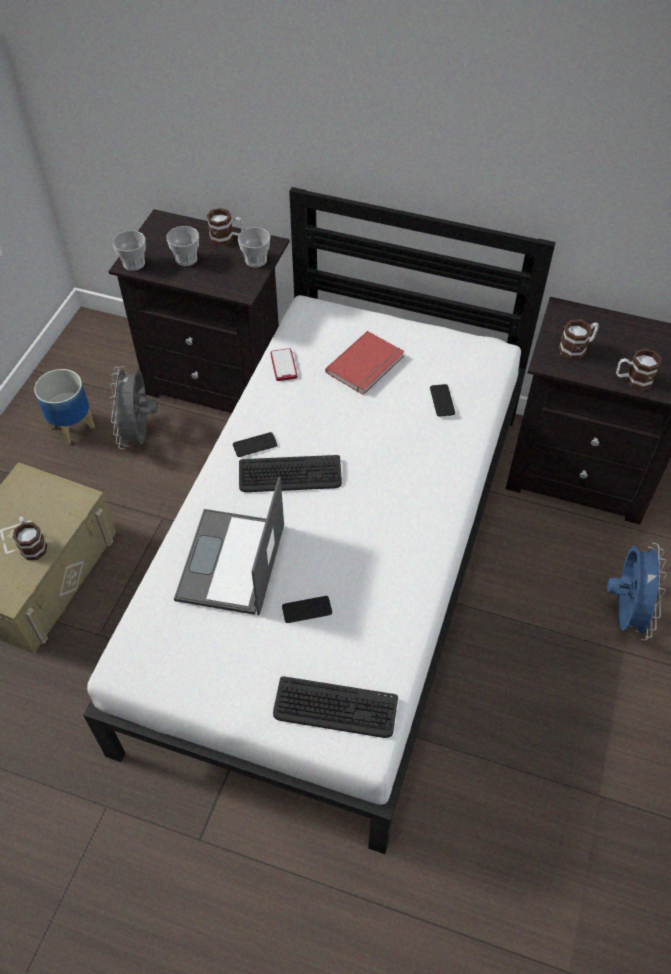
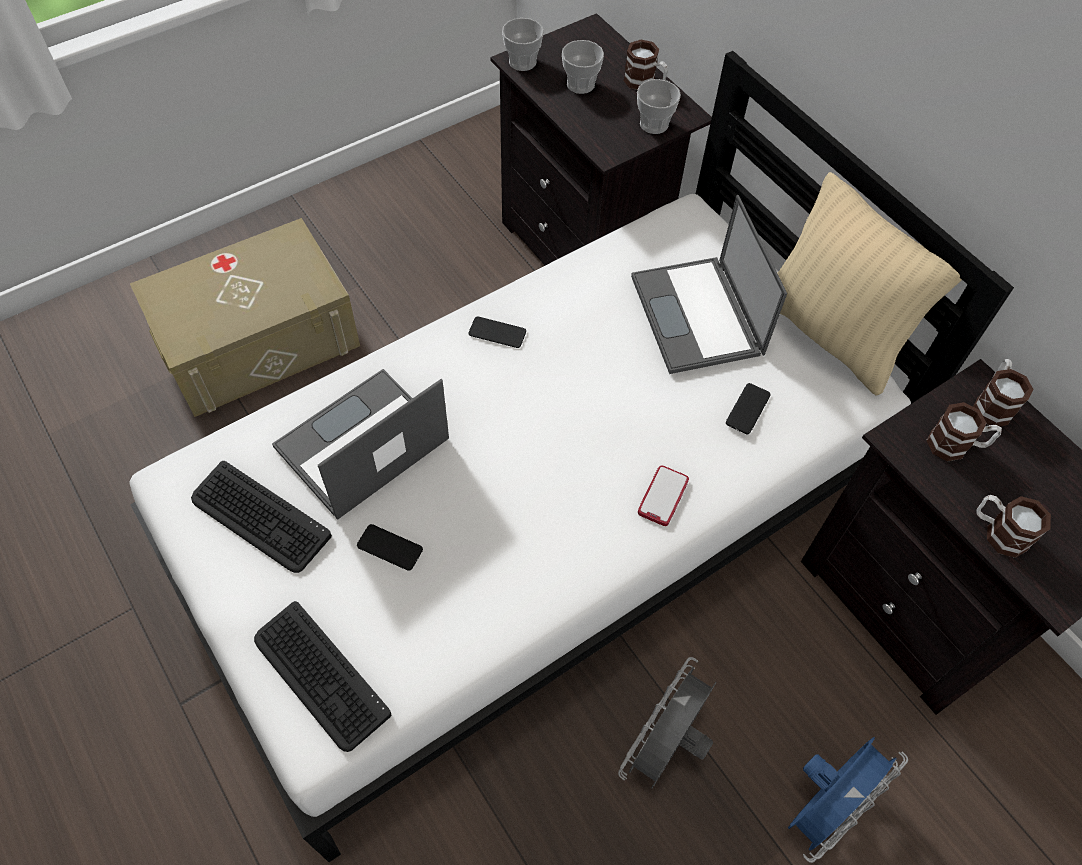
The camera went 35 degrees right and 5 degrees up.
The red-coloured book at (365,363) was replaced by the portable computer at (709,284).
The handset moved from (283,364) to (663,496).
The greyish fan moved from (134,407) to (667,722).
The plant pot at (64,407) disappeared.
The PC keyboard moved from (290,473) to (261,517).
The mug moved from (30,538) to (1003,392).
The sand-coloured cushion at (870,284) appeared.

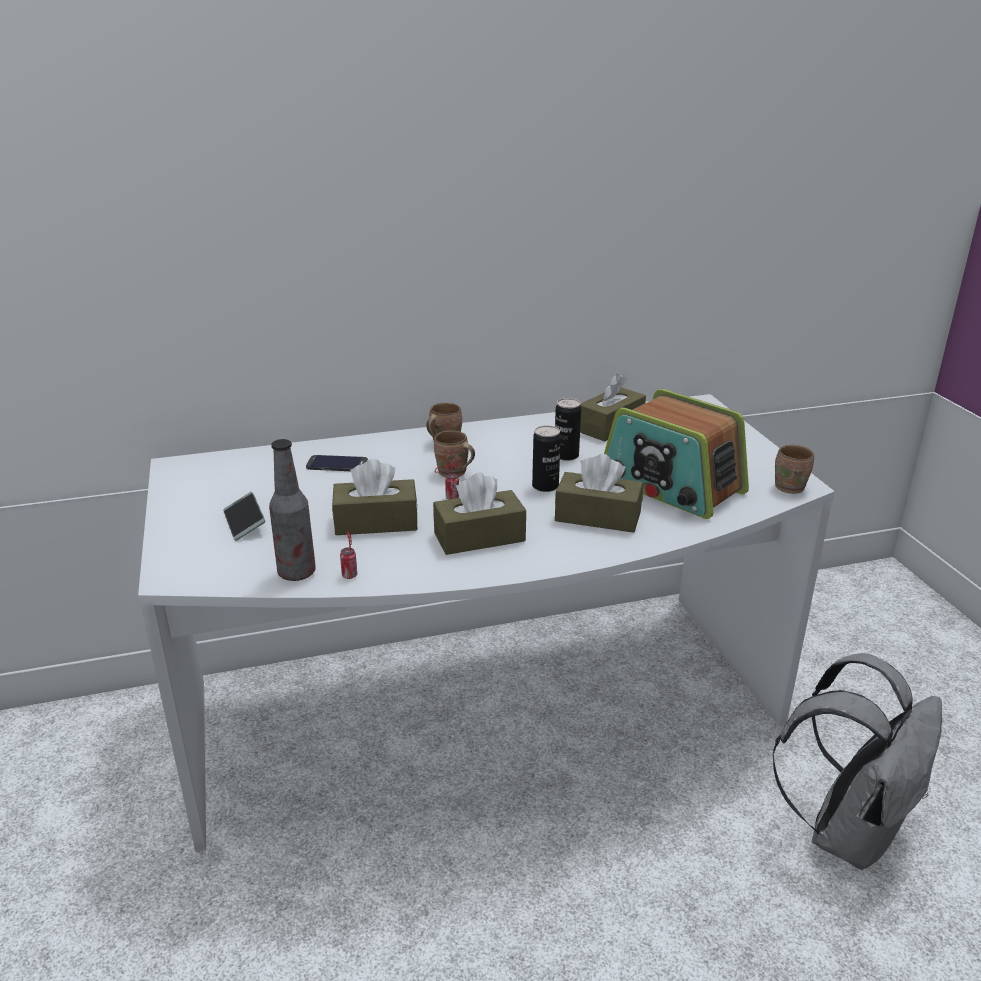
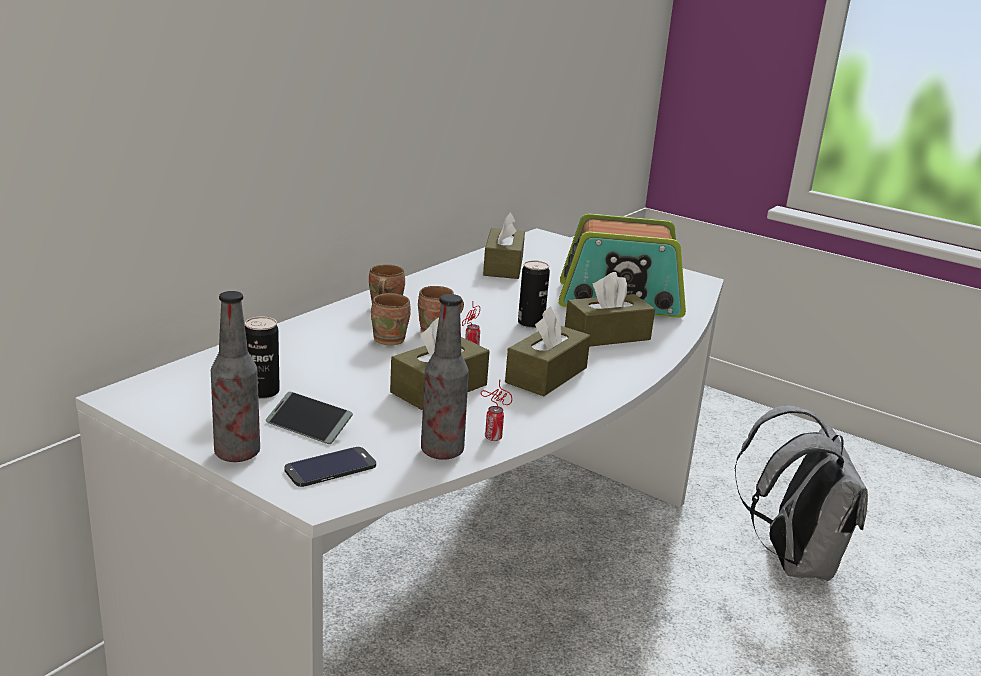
The camera went 40 degrees left and 5 degrees down.
The can moved from (568,429) to (262,358).
The brown-coloured mug moved from (794,469) to (391,319).
The handset moved from (337,463) to (330,467).
The bottle at (235,376) appeared.

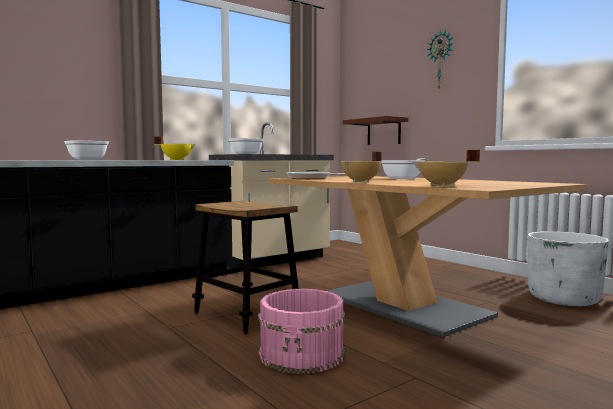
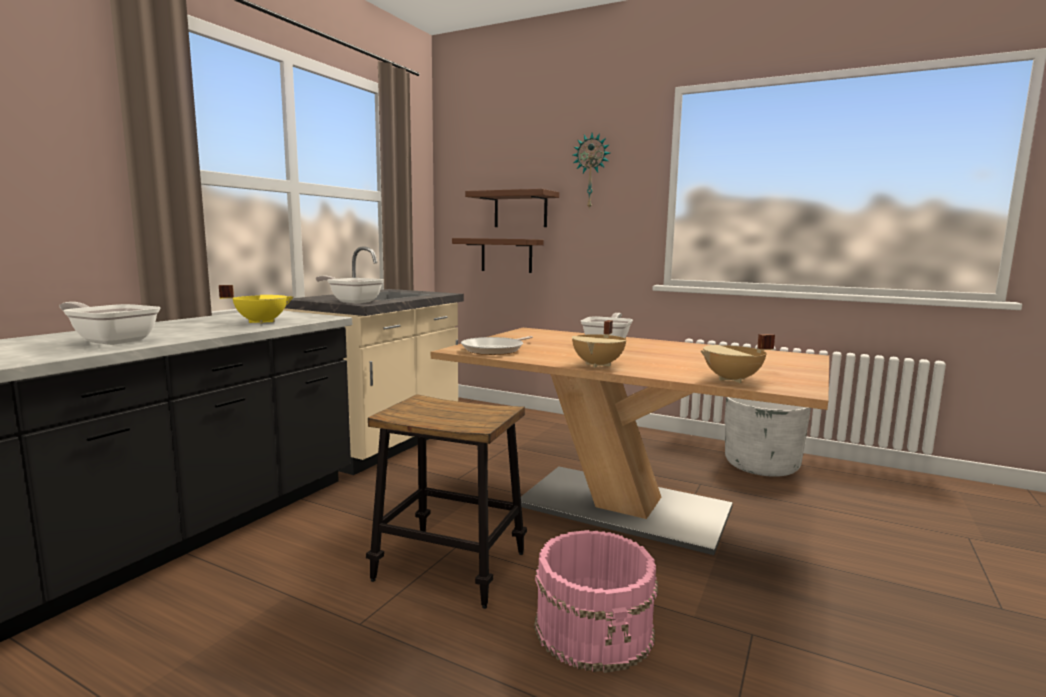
The camera went 25 degrees left and 5 degrees up.
The brown-coloured bracket shelf at (512,208) appeared.

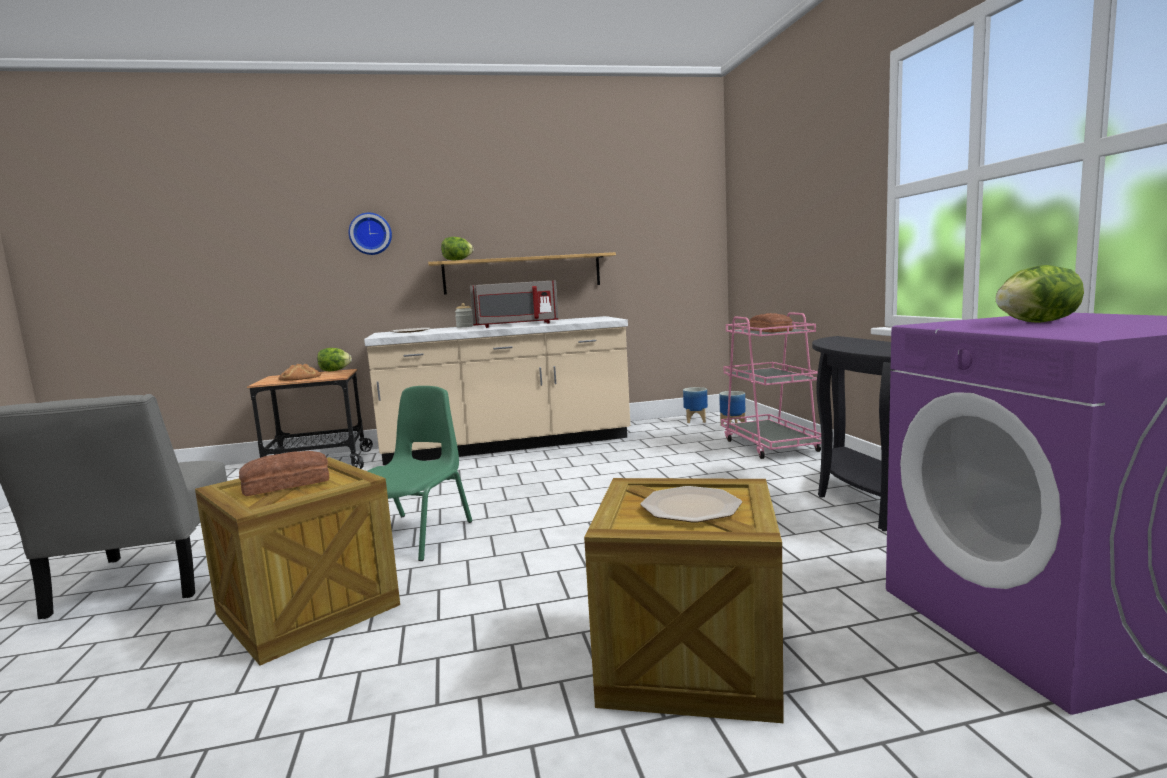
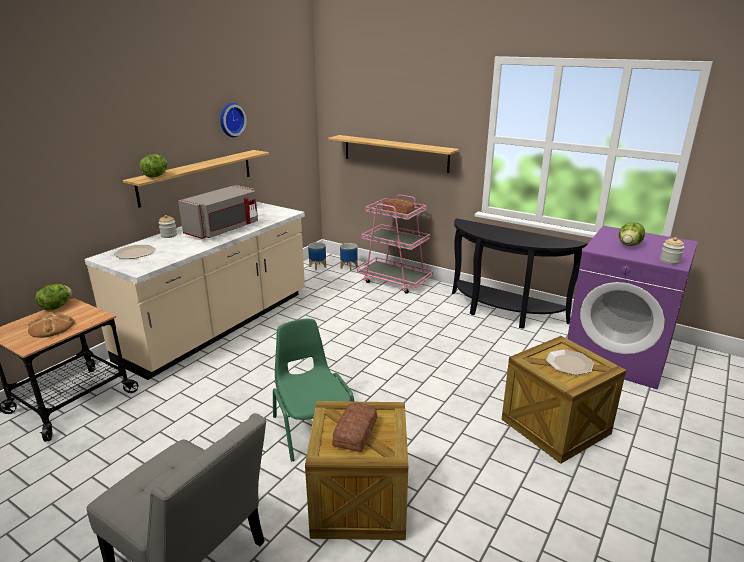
The camera went 45 degrees left and 15 degrees up.
The hanging clock moved from (370,234) to (233,120).
The bracket shelf at (393,154) appeared.
The storage jar at (672,251) appeared.

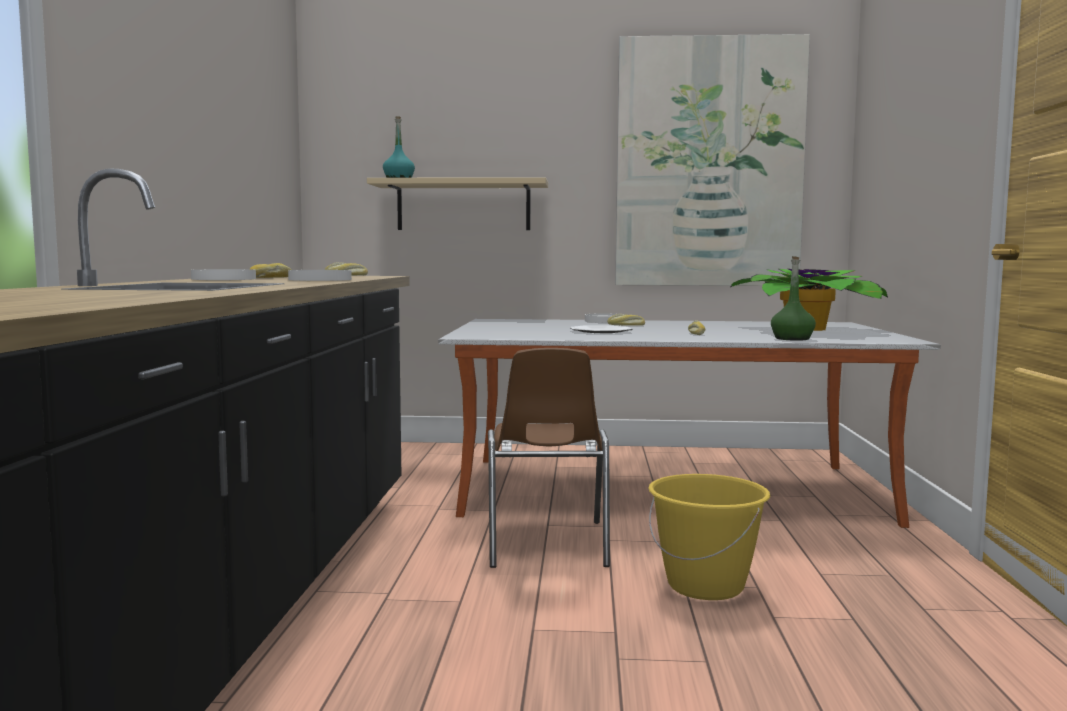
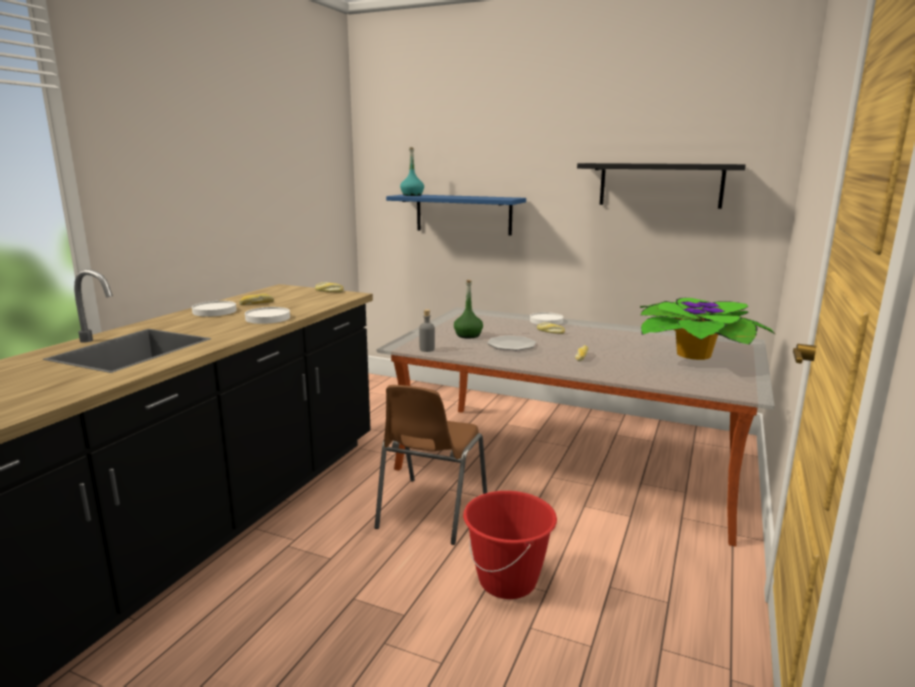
The camera went 20 degrees right and 10 degrees up.
The wall art at (712,160) was replaced by the blackish bracket shelf at (661,186).
The sand-coloured bracket shelf at (457,203) became the bluish bracket shelf at (456,215).
The green-coloured bottle moved from (793,298) to (468,309).
The yellow-coloured pail at (709,537) became the red-coloured pail at (510,545).
The greyish bottle at (427,330) appeared.

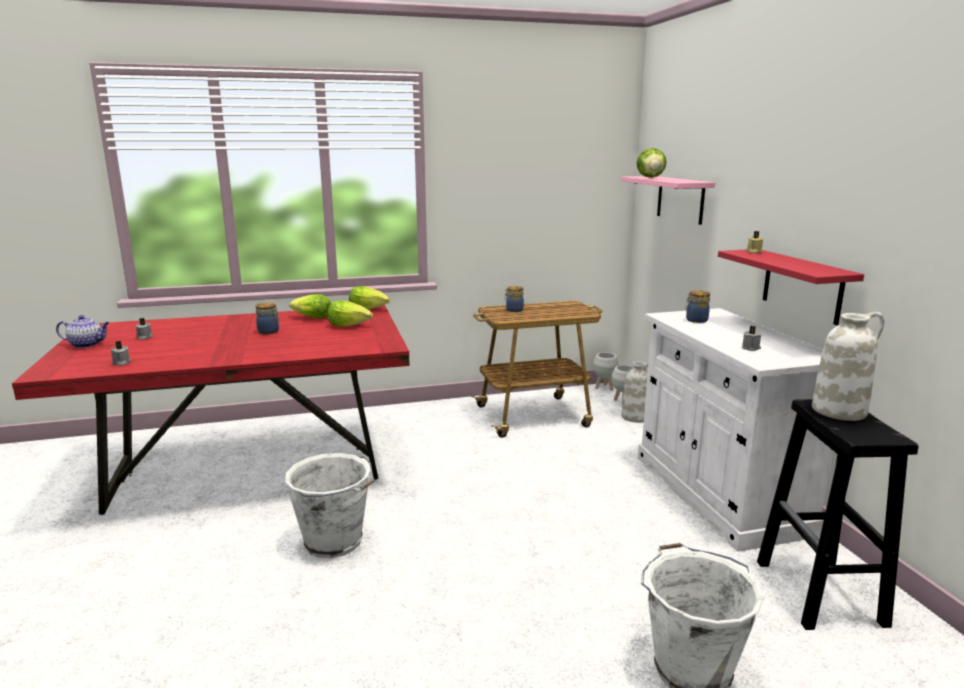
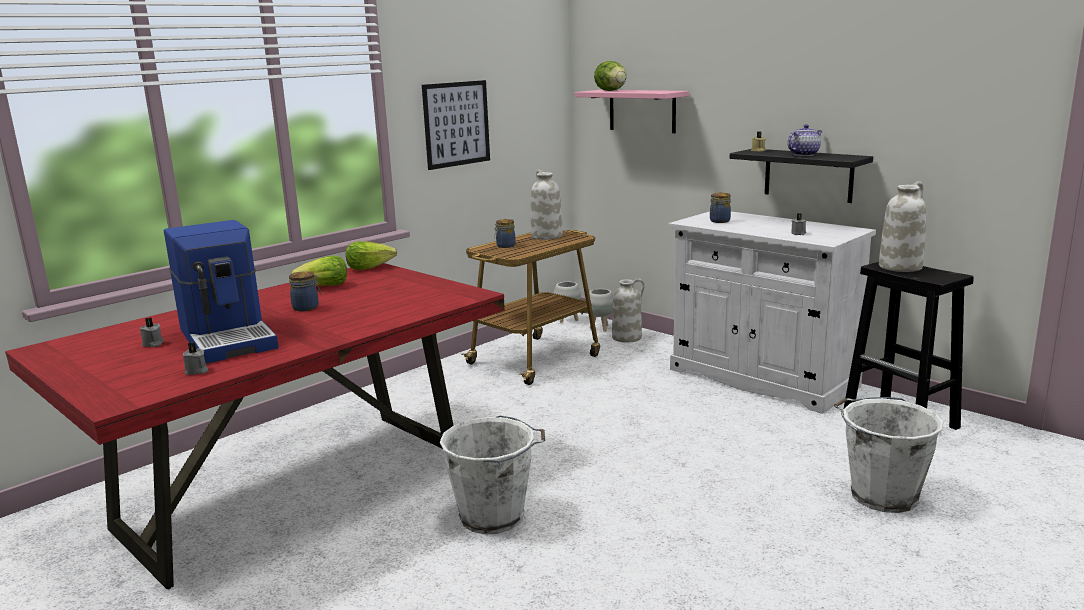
The camera went 30 degrees left and 0 degrees up.
The red-coloured bracket shelf at (791,287) became the blackish bracket shelf at (801,176).
The lettuce head at (350,313) disappeared.
The teapot moved from (83,331) to (804,140).
The wall art at (456,125) appeared.
The whitish decorative vase at (547,205) appeared.
The coffee brewer at (221,292) appeared.

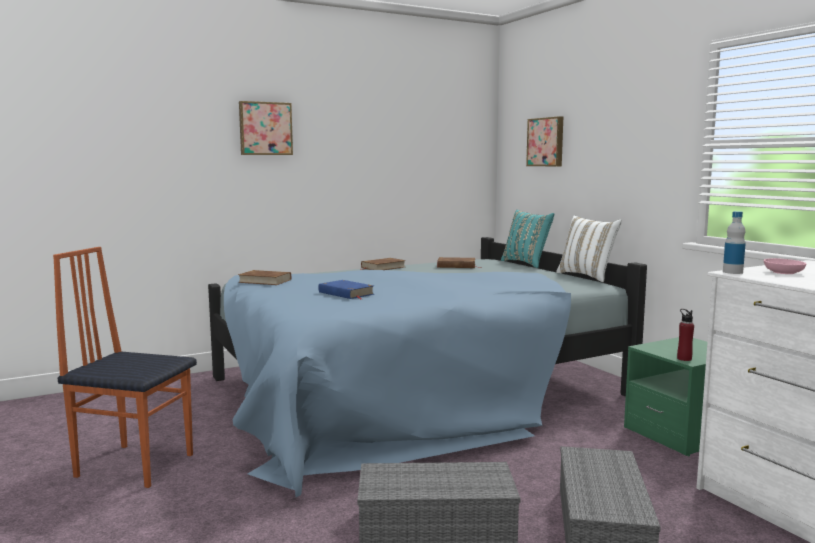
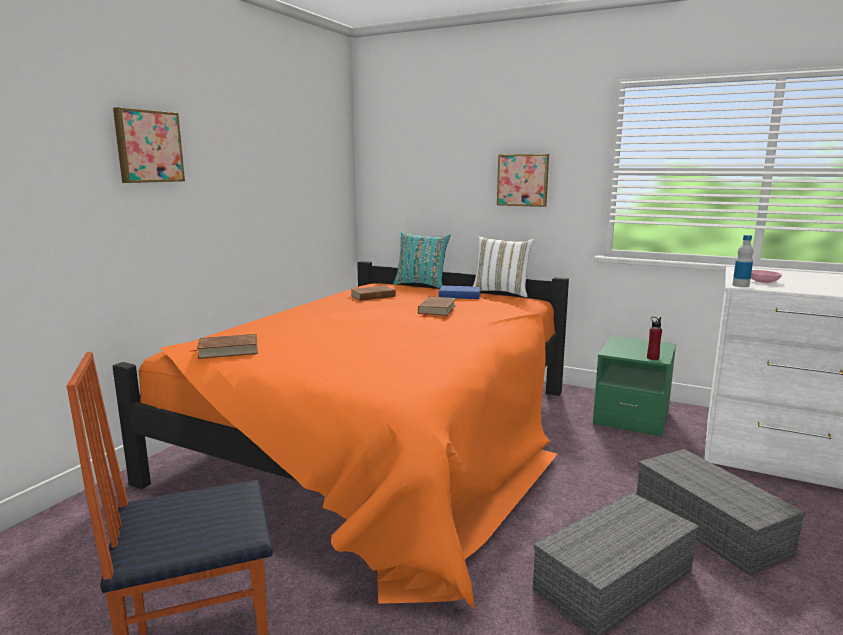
The camera went 35 degrees left and 5 degrees up.
The wall art moved from (544,141) to (523,180).
The bluish bed at (427,367) became the orangey bed at (340,435).
The brown-coloured book moved from (382,264) to (437,307).
The bluish book moved from (346,290) to (461,292).

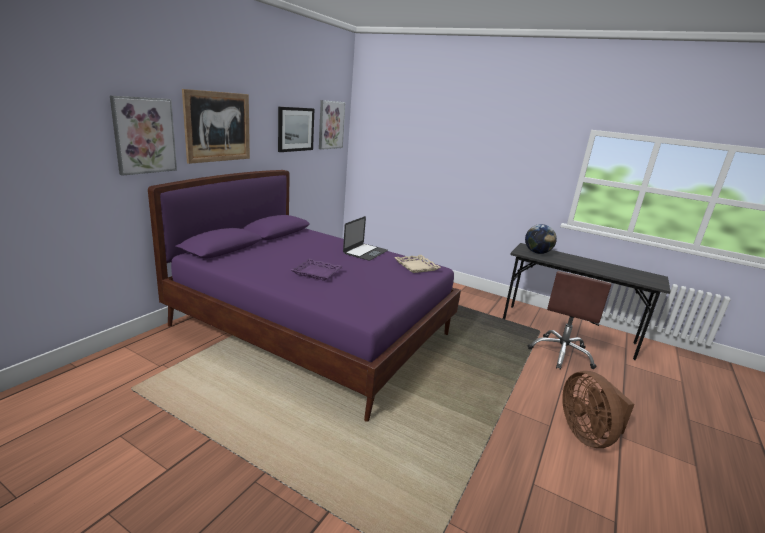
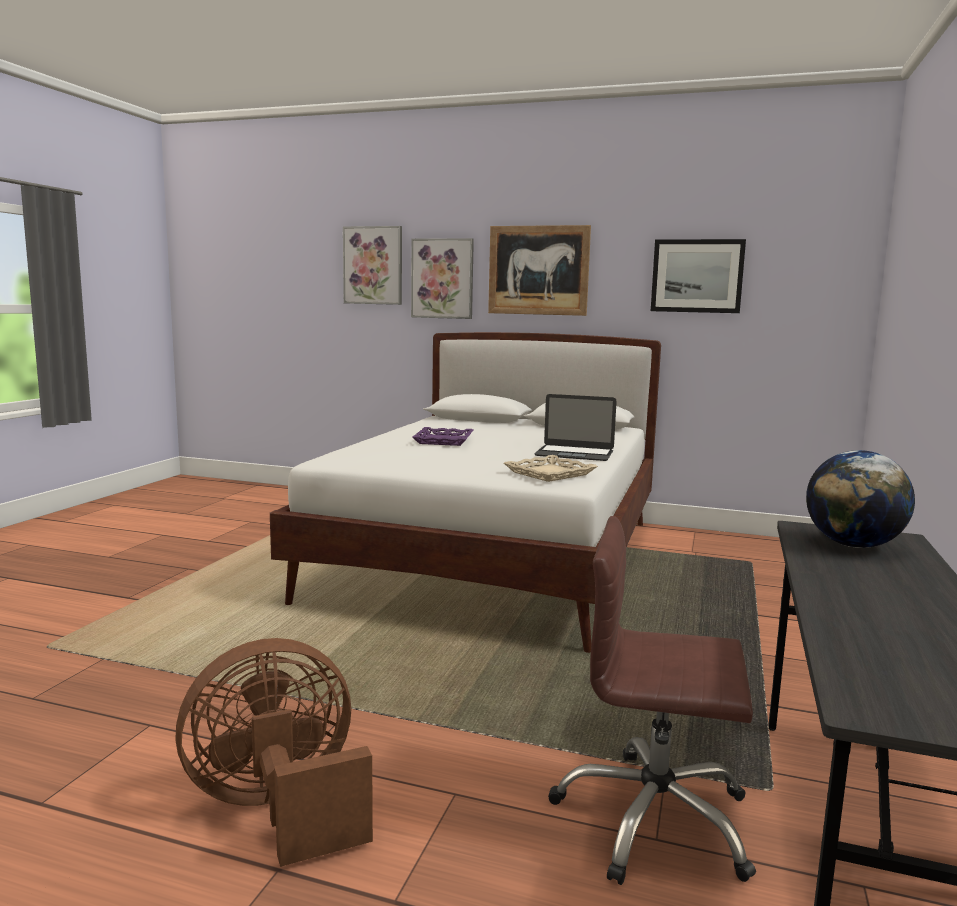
The camera went 80 degrees right and 10 degrees down.
The wall art moved from (332,125) to (372,265).
The purplish bed at (304,296) became the whitish bed at (465,492).

